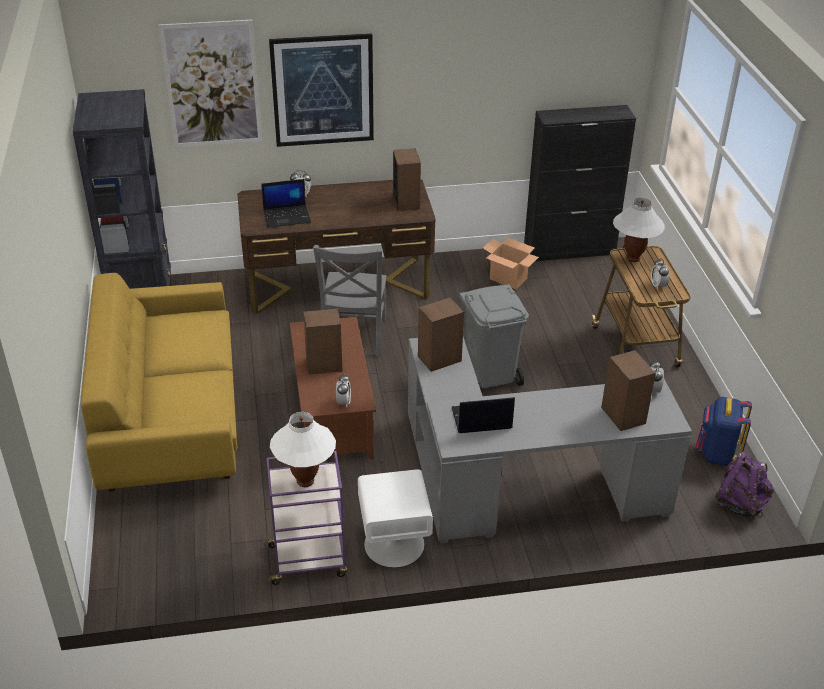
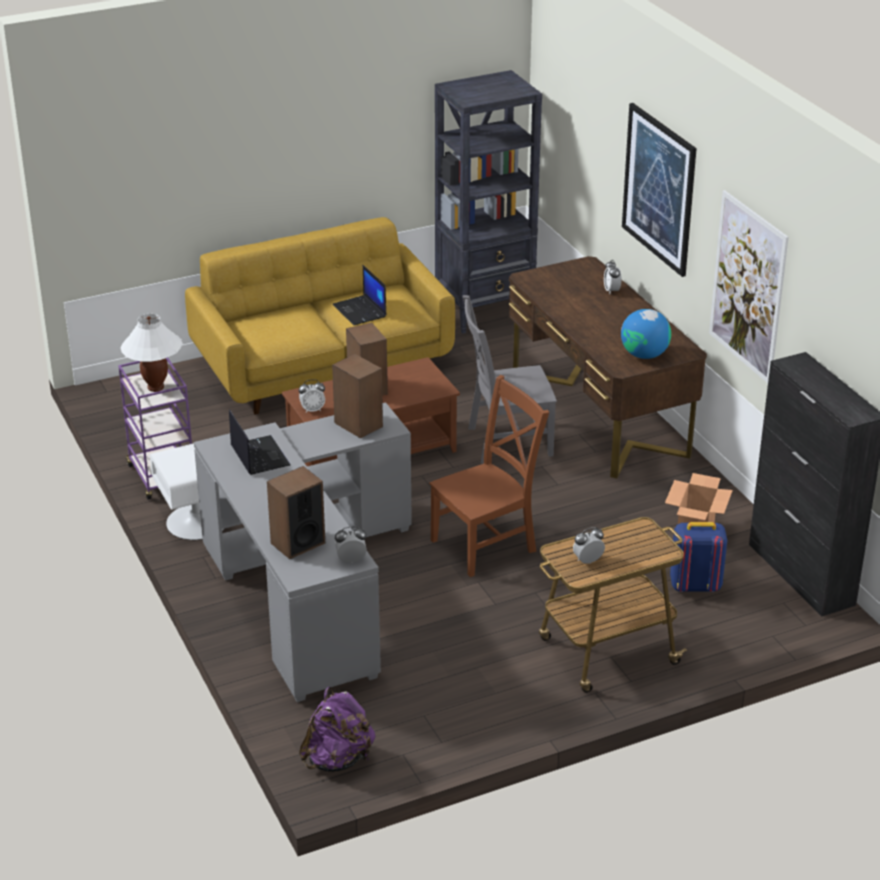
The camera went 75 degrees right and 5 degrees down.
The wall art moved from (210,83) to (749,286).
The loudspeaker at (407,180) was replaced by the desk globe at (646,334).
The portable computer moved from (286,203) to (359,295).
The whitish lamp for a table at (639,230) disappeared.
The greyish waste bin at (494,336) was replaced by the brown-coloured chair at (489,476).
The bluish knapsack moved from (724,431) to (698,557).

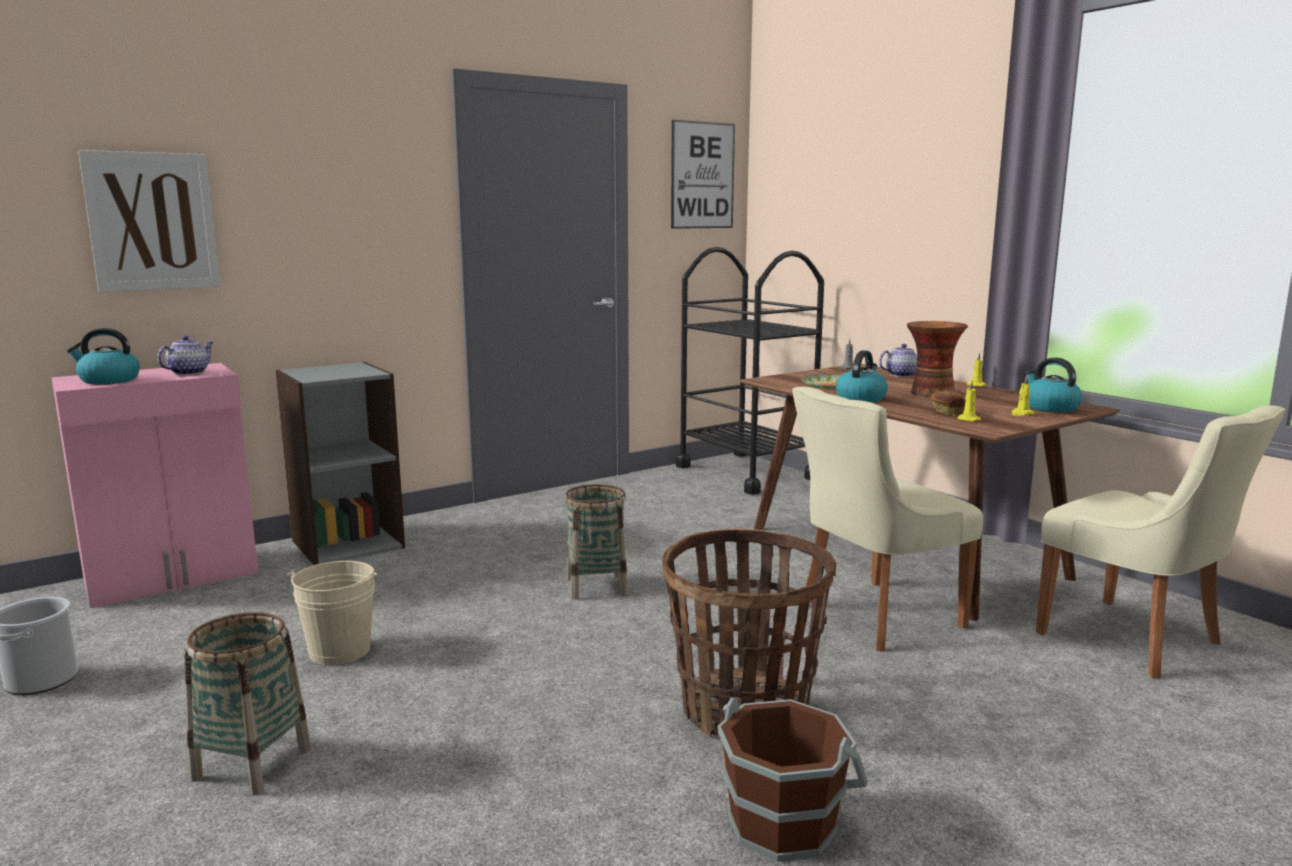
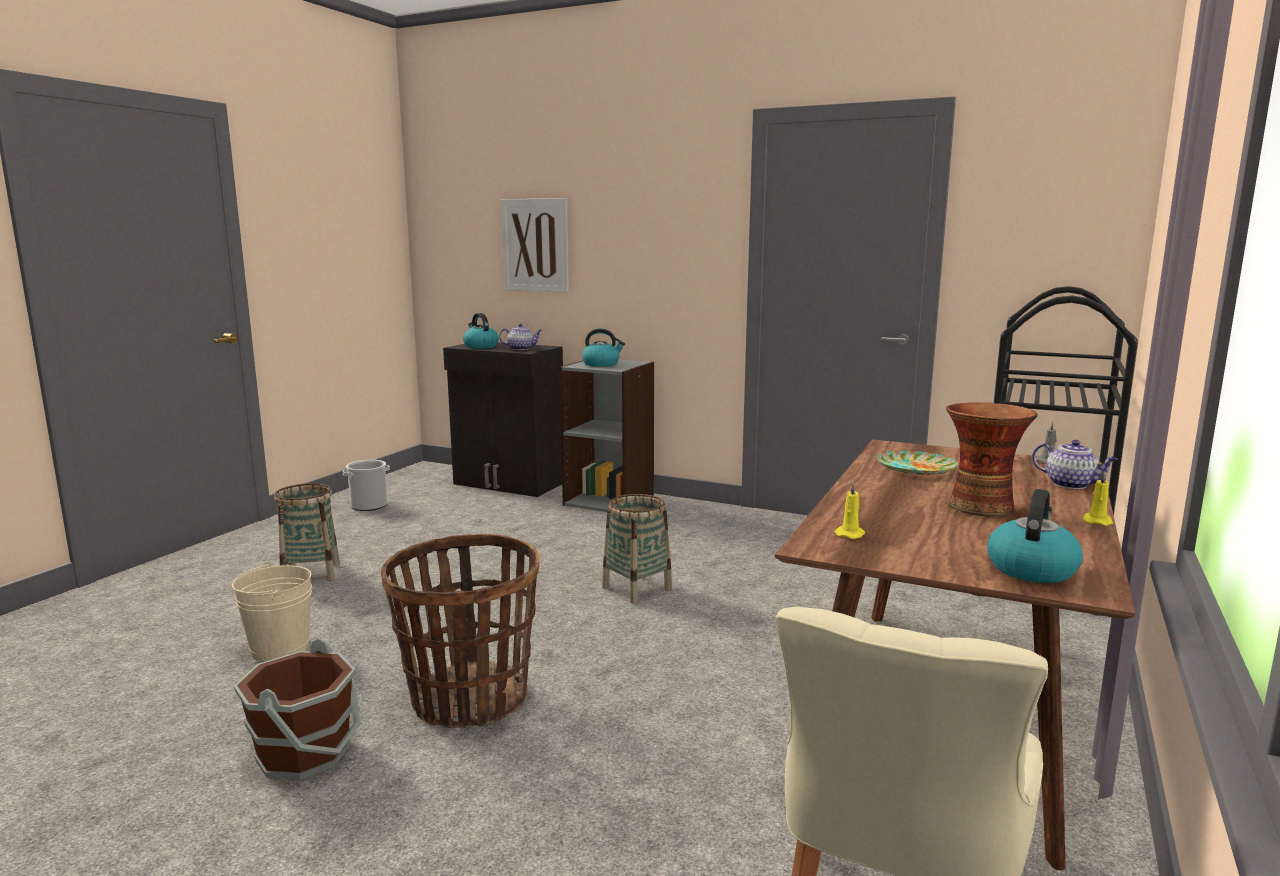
The camera went 60 degrees right and 0 degrees up.
The wall art at (703,174) disappeared.
The kettle moved from (862,376) to (603,347).
The pink storage cabinet at (154,485) became the blackish storage cabinet at (503,419).
The yellow-coloured candle at (1023,396) disappeared.
The sand-coloured chair at (887,519) disappeared.
The bakery bread at (948,402) disappeared.
The sand-coloured pail moved from (331,613) to (272,612).

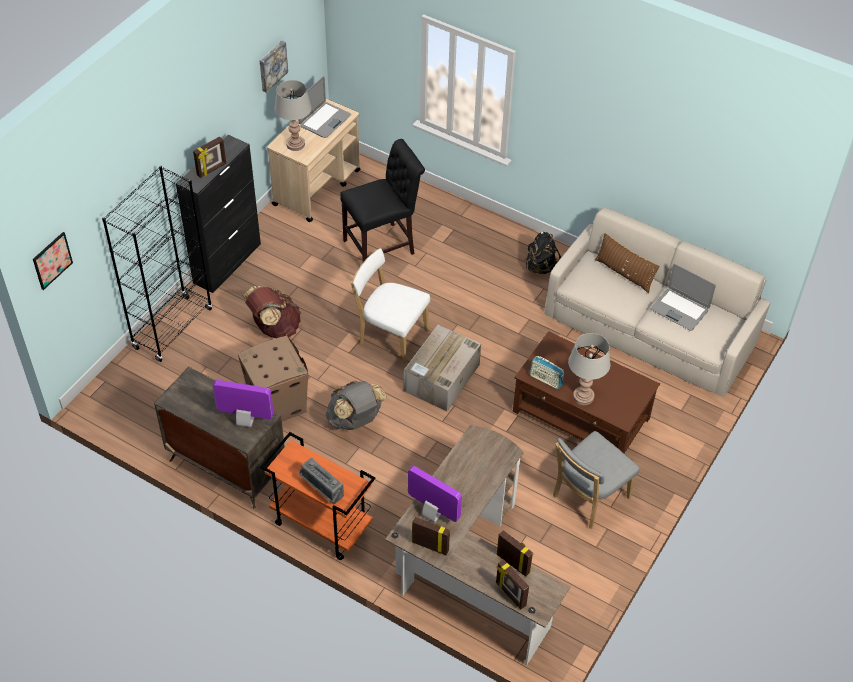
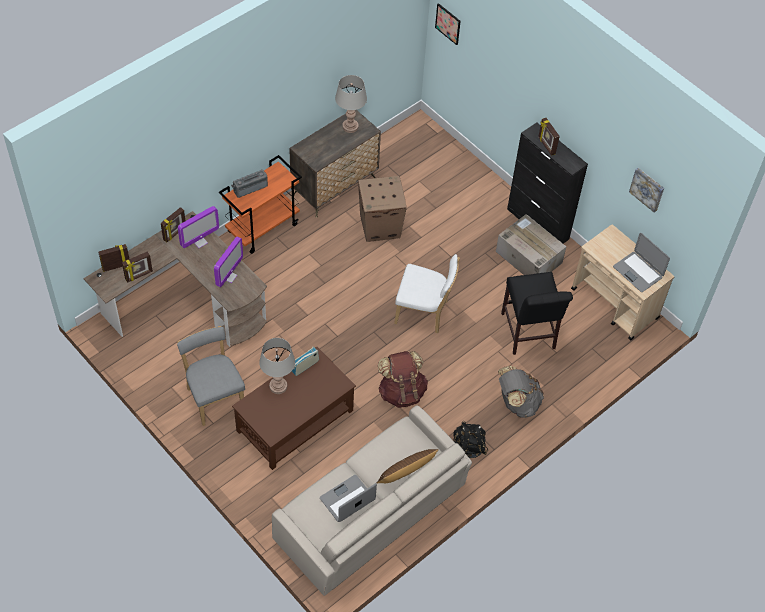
The camera went 105 degrees right and 5 degrees up.
The greyish lamp for a table moved from (292,115) to (351,104).
The blackish shelving unit at (157,263) disappeared.
The whitish chair at (390,306) turned 60 degrees clockwise.
The brown-coloured knapsack moved from (271,312) to (403,379).
The carton moved from (442,368) to (531,244).
The computer screen moved from (243,403) to (228,262).
The greyish knapsack moved from (356,405) to (521,392).

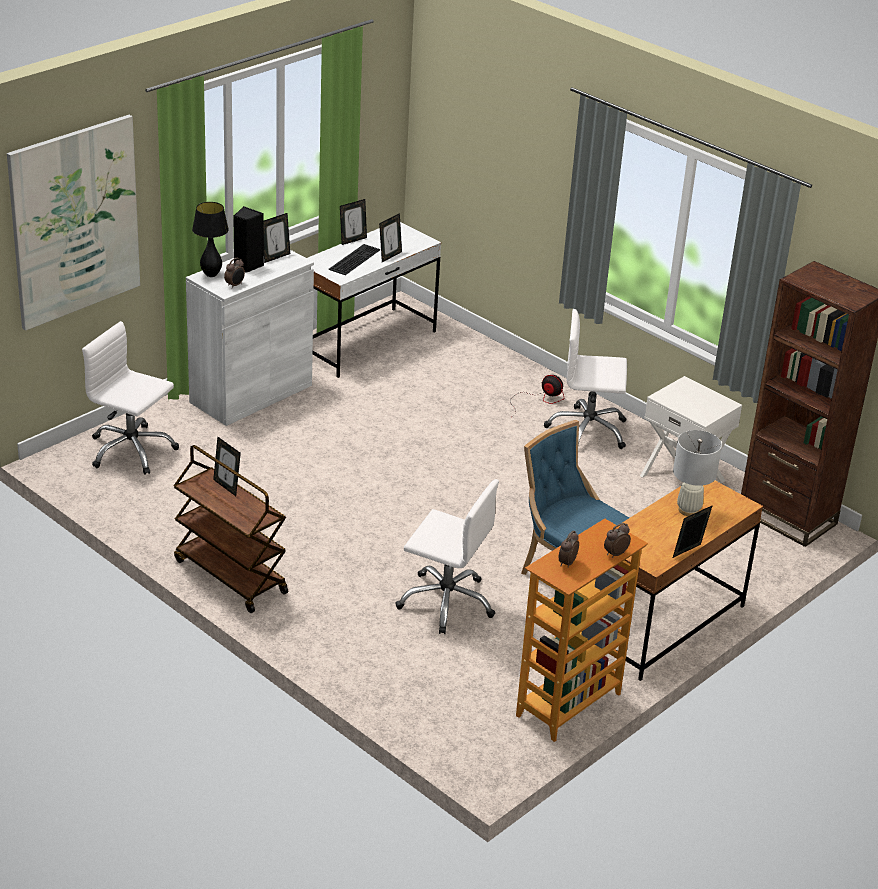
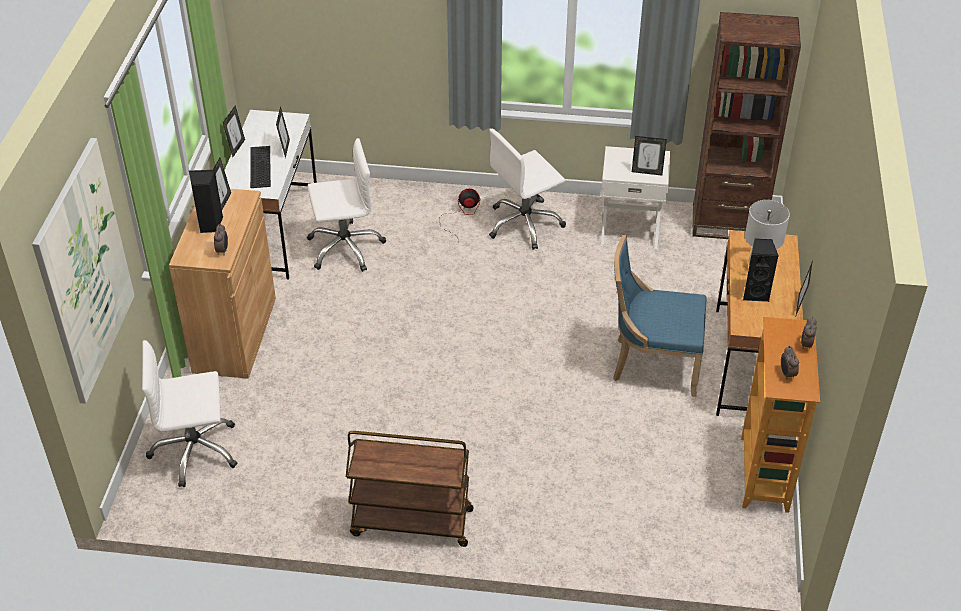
The camera went 35 degrees left and 10 degrees up.
The blackish lamp for a table at (210,239) disappeared.
The whitish storage cabinet at (250,338) became the brown-coloured storage cabinet at (222,284).
The picture frame moved from (227,466) to (649,155).
The whitish office chair moved from (447,556) to (346,205).
The blackish loudspeaker at (761,270) appeared.

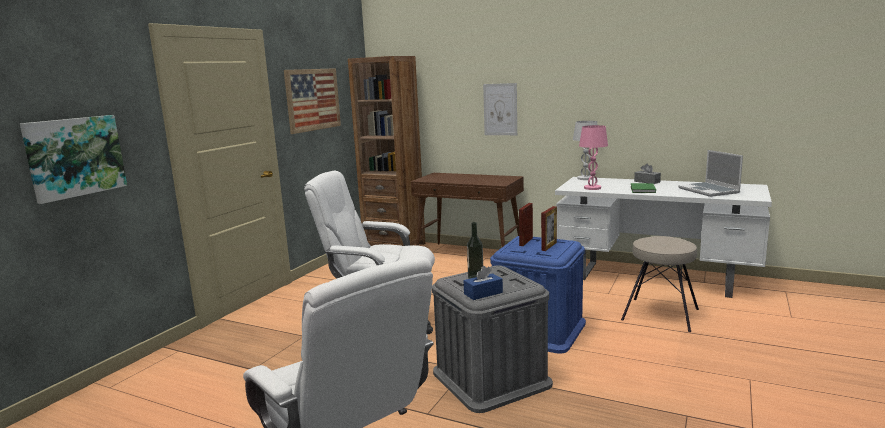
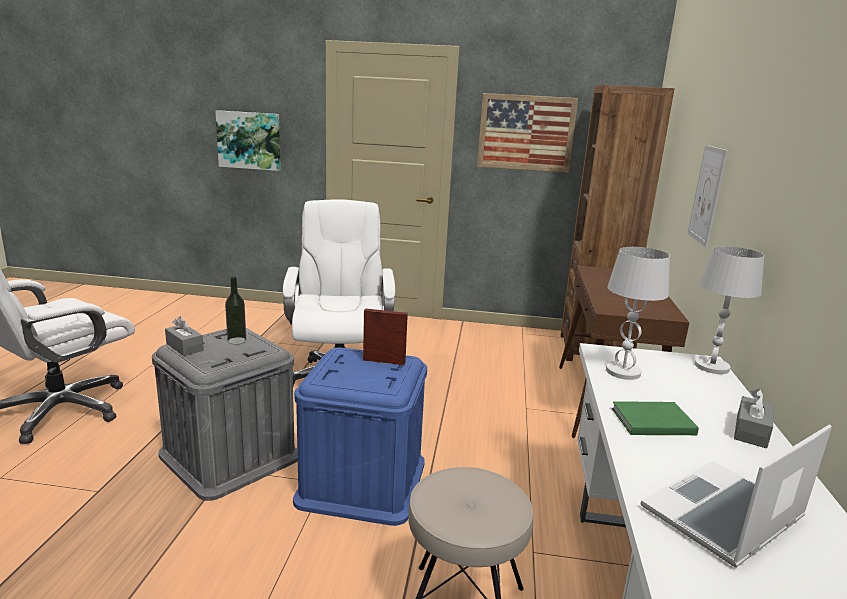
The camera went 70 degrees right and 5 degrees up.
The pink lamp for a table at (593,157) became the whitish lamp for a table at (638,313).
The picture frame at (549,228) disappeared.
The bluish tissue box at (483,283) became the greyish tissue box at (184,336).

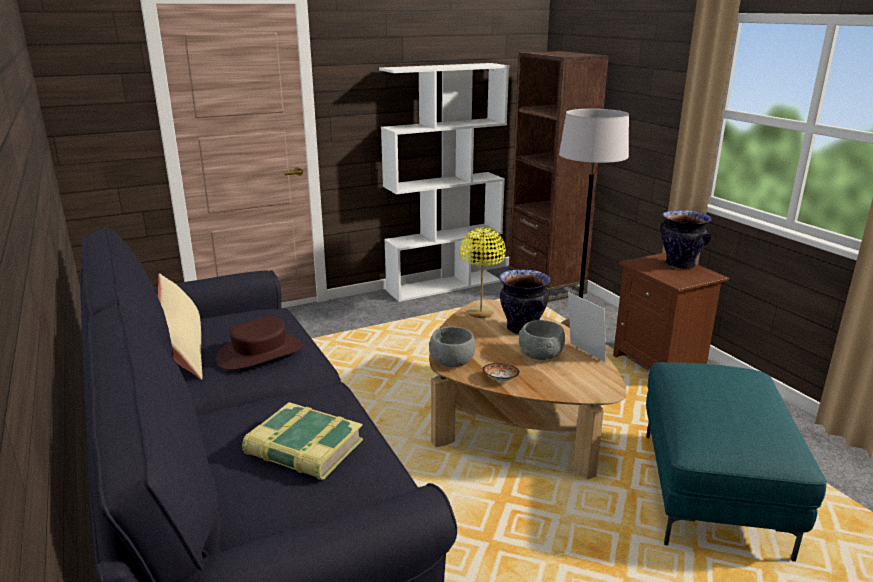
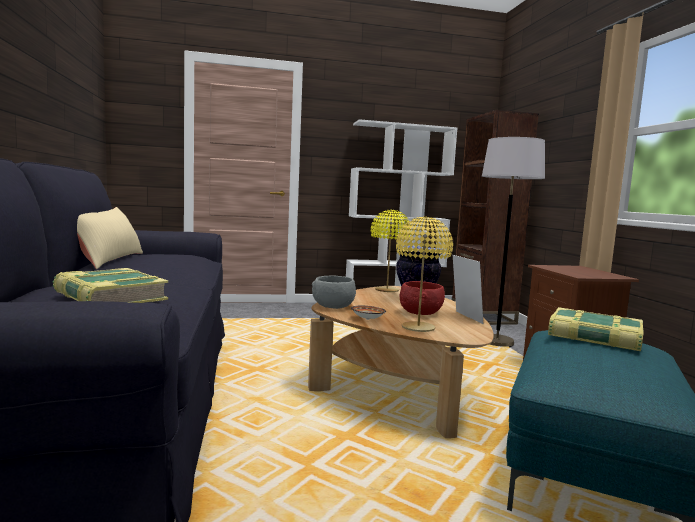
The camera went 15 degrees right and 15 degrees down.
The decorative vase at (686,239) disappeared.
The brown-coloured hat at (259,343) disappeared.
The greyish bowl at (542,340) became the red-coloured bowl at (422,298).
The yellow-coloured lamp for a table at (424,274) appeared.
The book at (596,329) appeared.

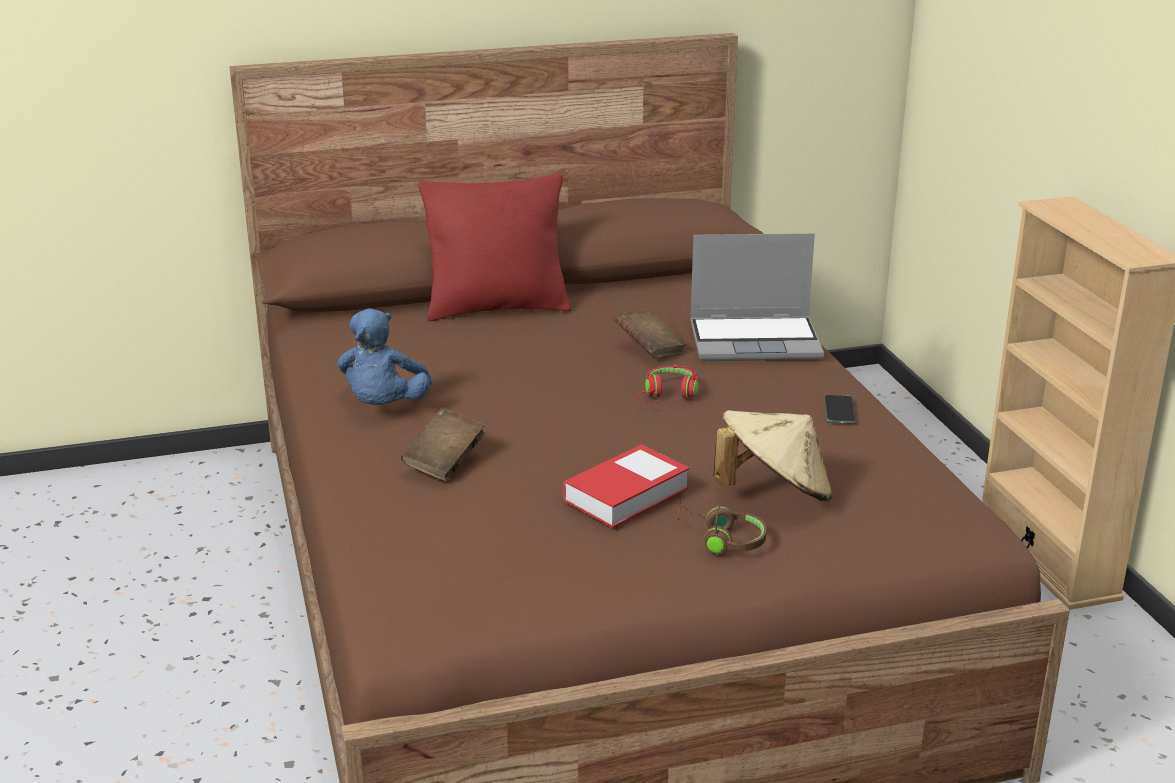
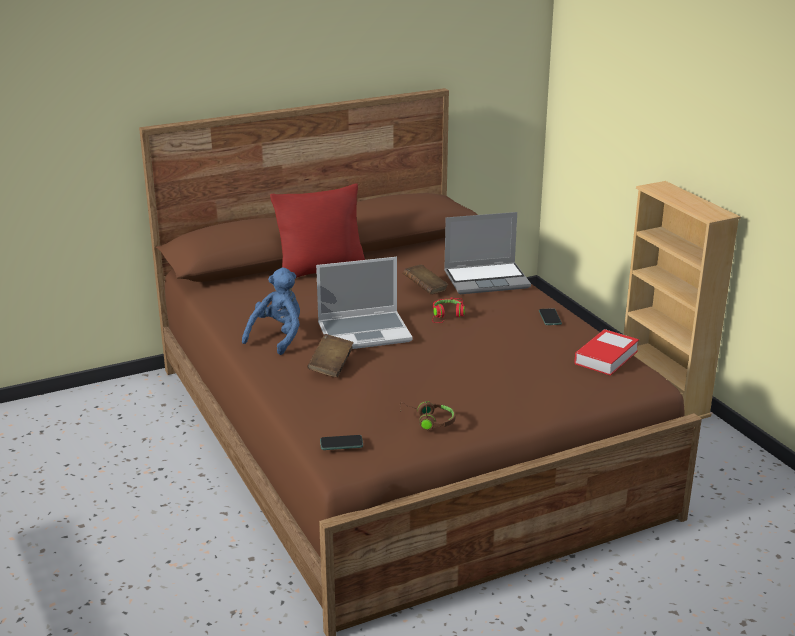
The camera went 10 degrees left and 0 degrees up.
The bluish plush toy at (384,356) turned 150 degrees counterclockwise.
The sand-coloured hat at (773,455) disappeared.
The book moved from (626,486) to (606,352).
The brown-coloured headphones moved from (722,527) to (427,414).
The portable computer at (364,303) appeared.
The handset at (341,442) appeared.

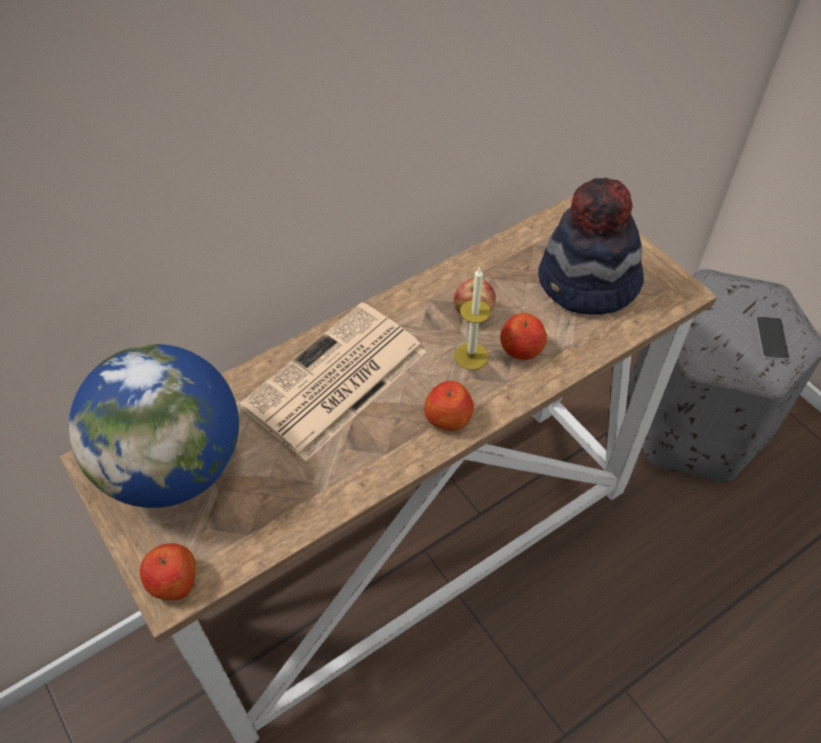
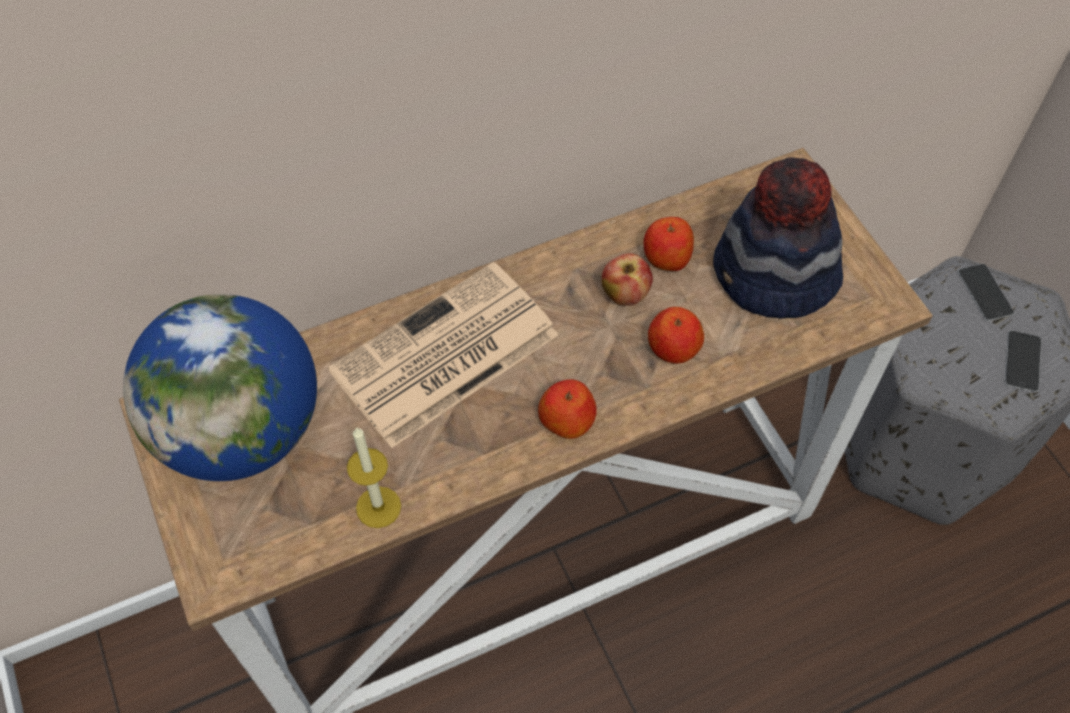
The camera went 10 degrees right and 5 degrees up.
The candle moved from (472,318) to (374,477).
The apple fruit moved from (168,571) to (669,244).
The handset at (986,292) appeared.

